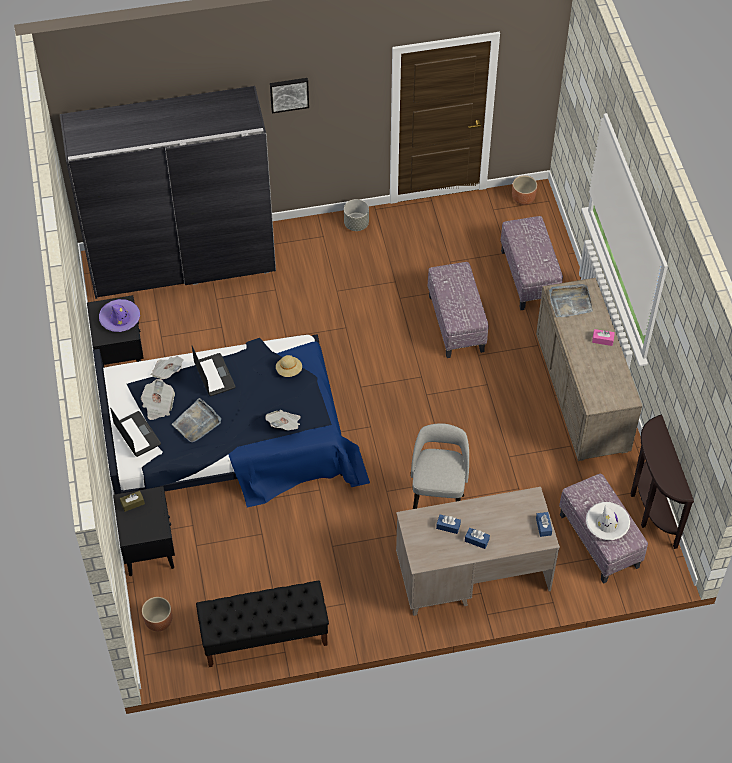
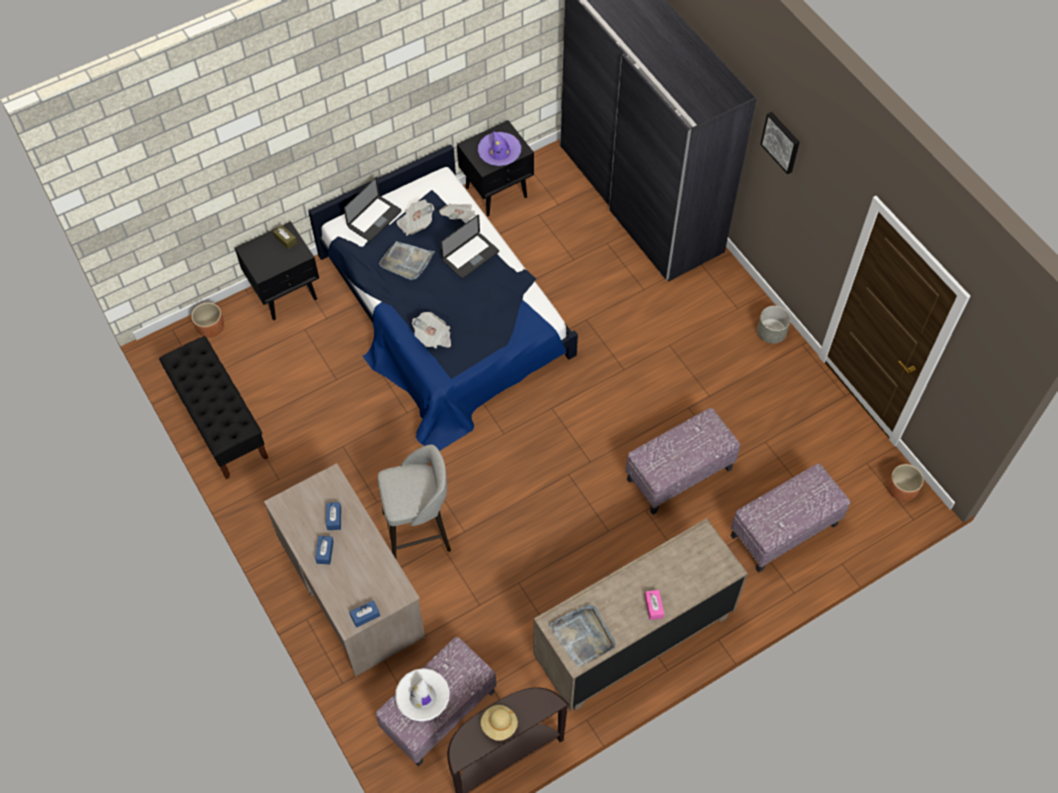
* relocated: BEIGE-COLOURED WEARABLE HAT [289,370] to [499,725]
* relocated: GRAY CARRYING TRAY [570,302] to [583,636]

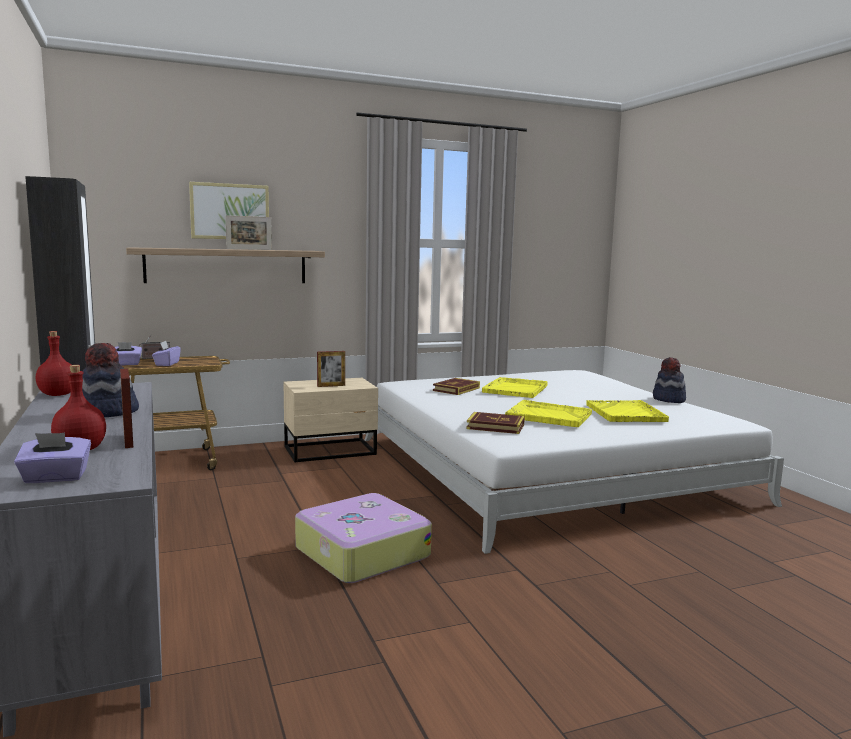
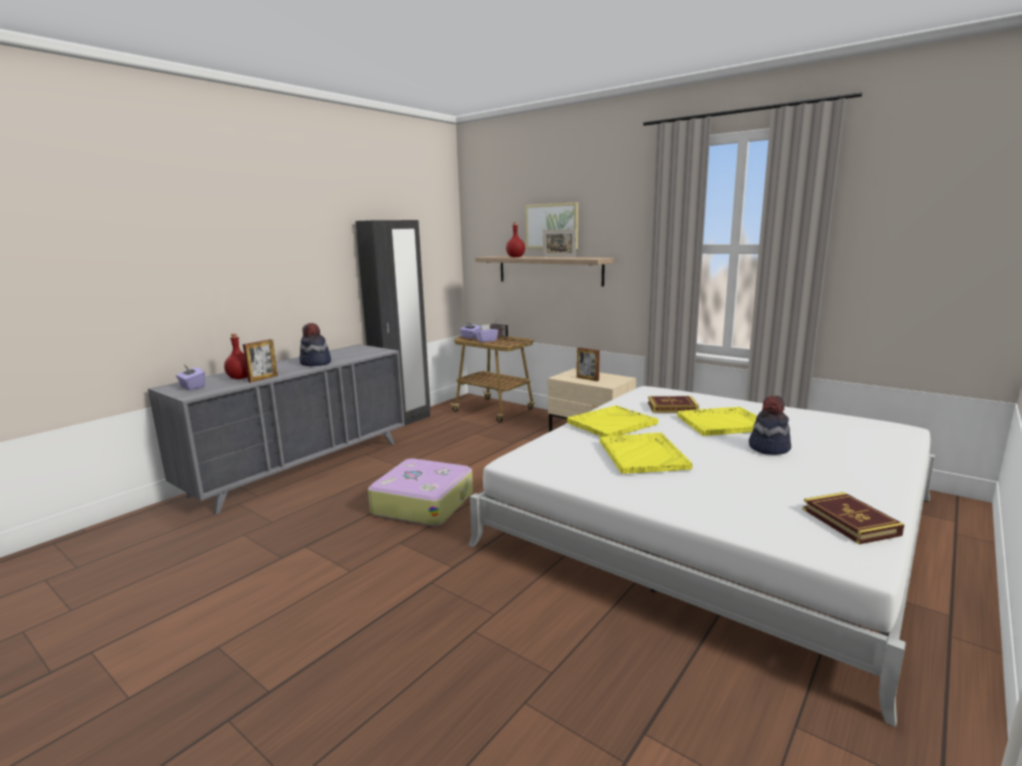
* relocated: REDDISH BOTTLE [58,394] to [516,257]
* relocated: BOUND BOOK [495,426] to [850,522]
* relocated: YELLOW-COLOURED CARRYING TRAY [625,413] to [611,423]
* relocated: WEARABLE HAT [668,400] to [768,447]

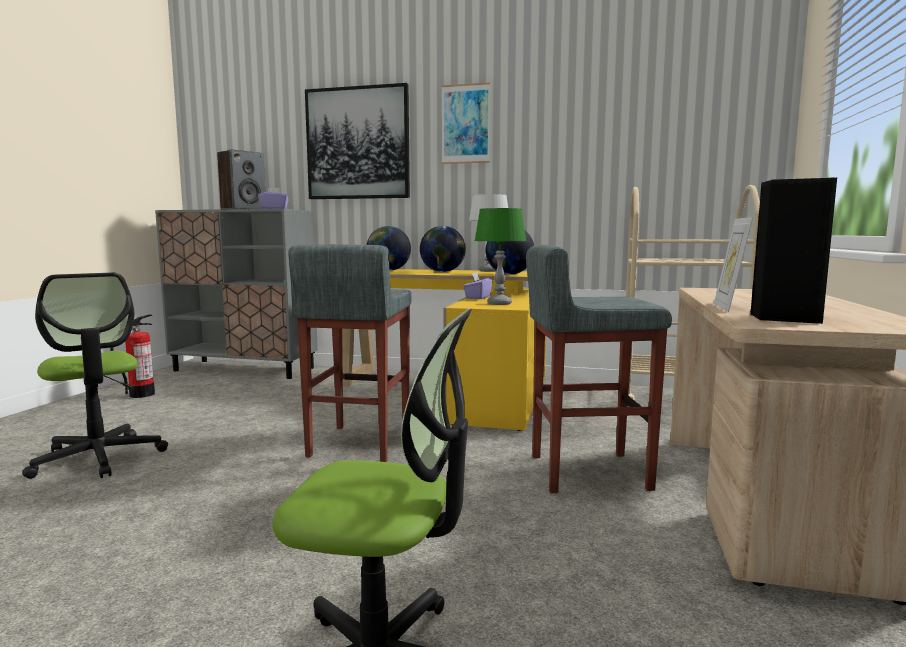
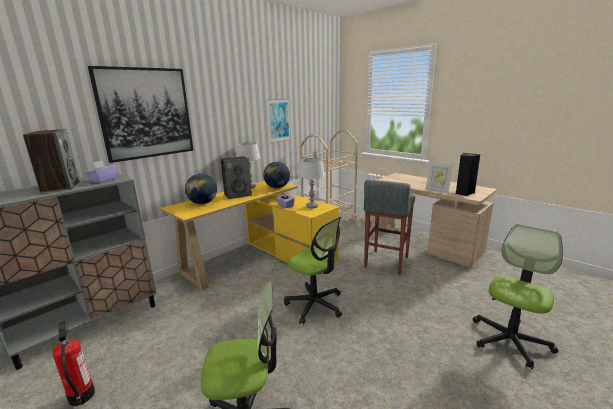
* exchanged: GRAY STOOL SEAT [358,444] to COMPUTER CHAIR [315,305]
* exchanged: DESK GLOBE [443,272] to LOUDSPEAKER [238,195]
* relocated: PICTURE [466,124] to [279,120]
* colour: GREENISH TABLE LAMP [499,303] to GRAY TABLE LAMP [312,206]

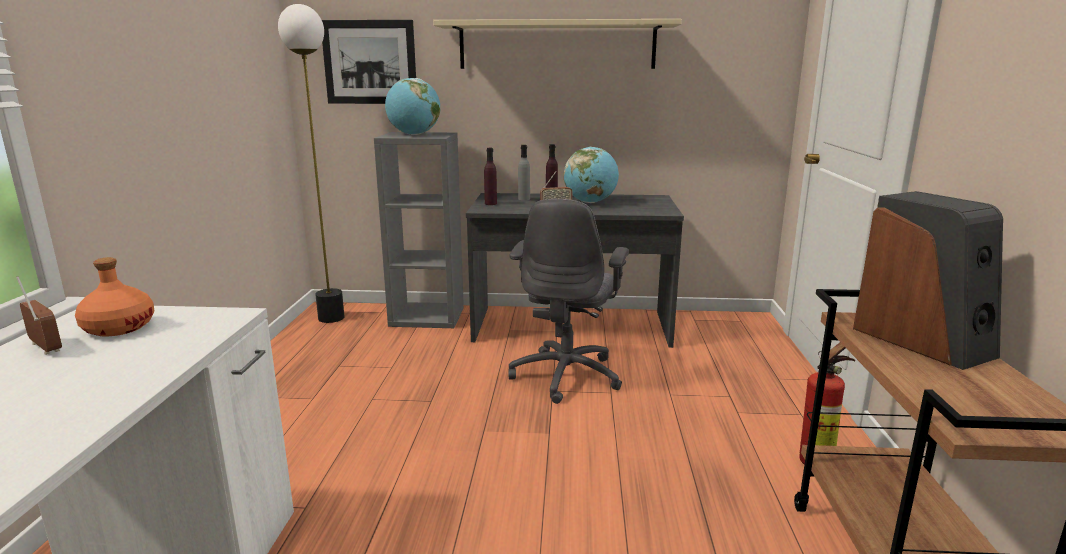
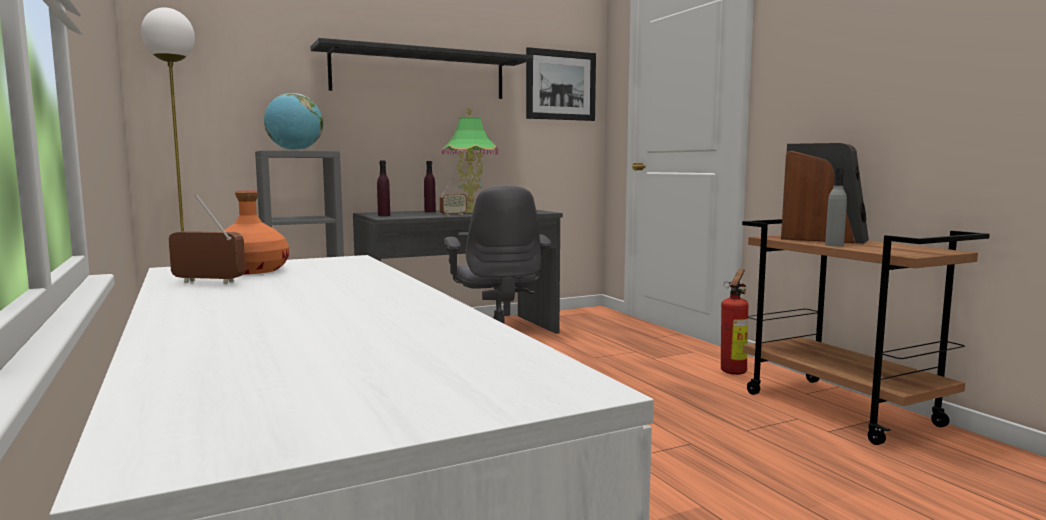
* relocated: PICTURE [370,62] to [561,85]
* colour: BEIGE-COLOURED WALL SHELF [557,45] to BLACK-COLOURED WALL SHELF [419,74]
* relocated: GRAY BOTTLE [524,199] to [834,245]
* exchanged: DESK GLOBE [590,202] to TABLE LAMP [470,211]

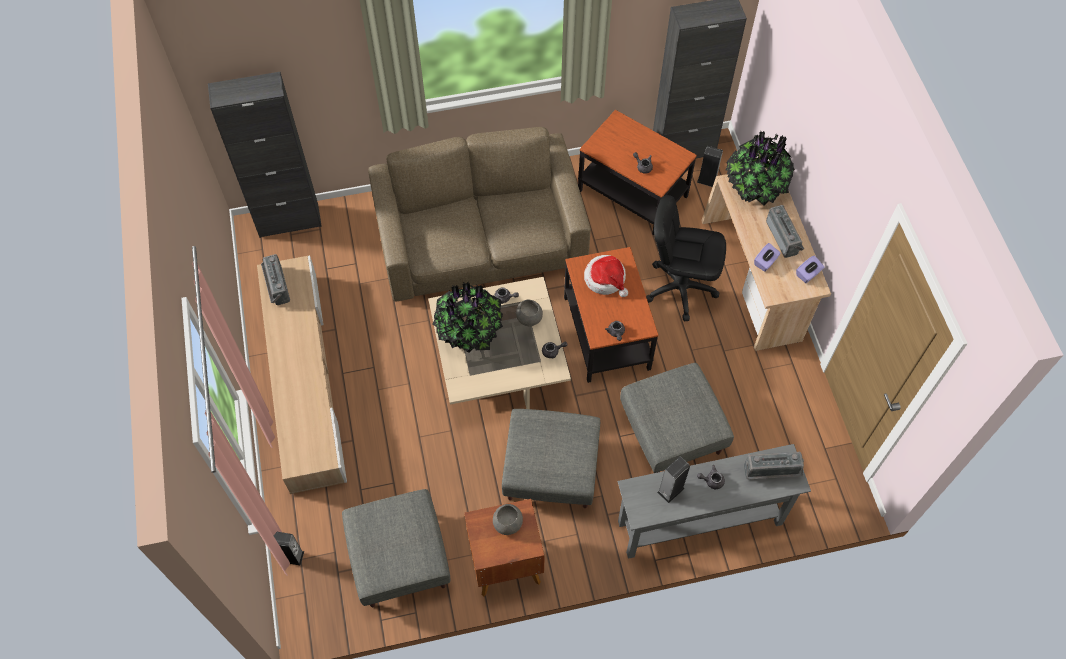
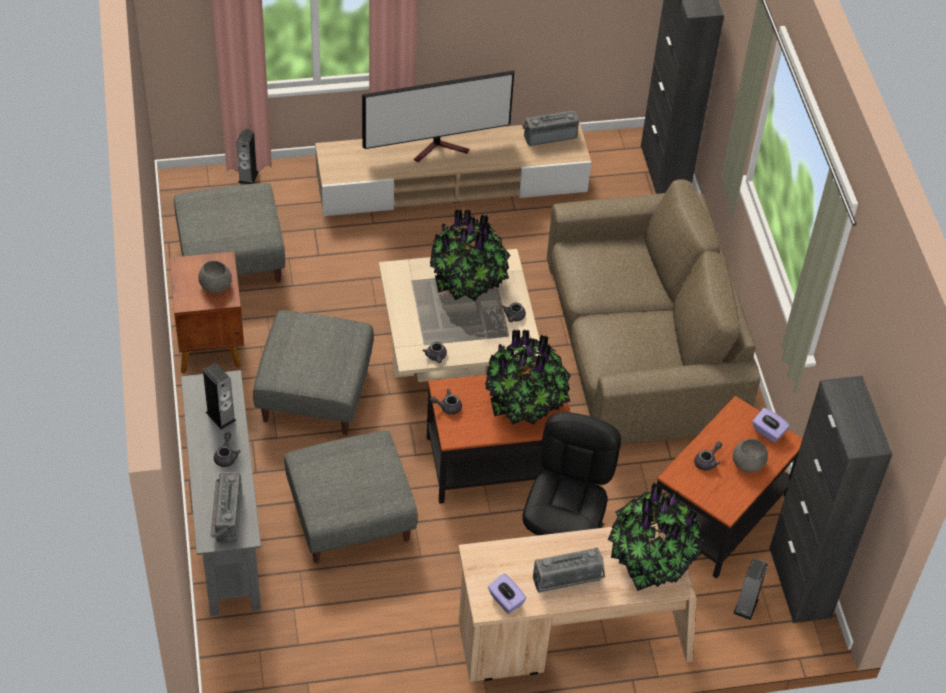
* relocated: GRAY DEEP DISH [528,317] to [748,462]
* exchanged: WEARABLE HAT [606,279] to PLANT IN A POT [526,404]
* relocated: PURPLE-COLOURED TISSUE BOX [765,262] to [768,432]
* appeared: TELEVISION [440,148]

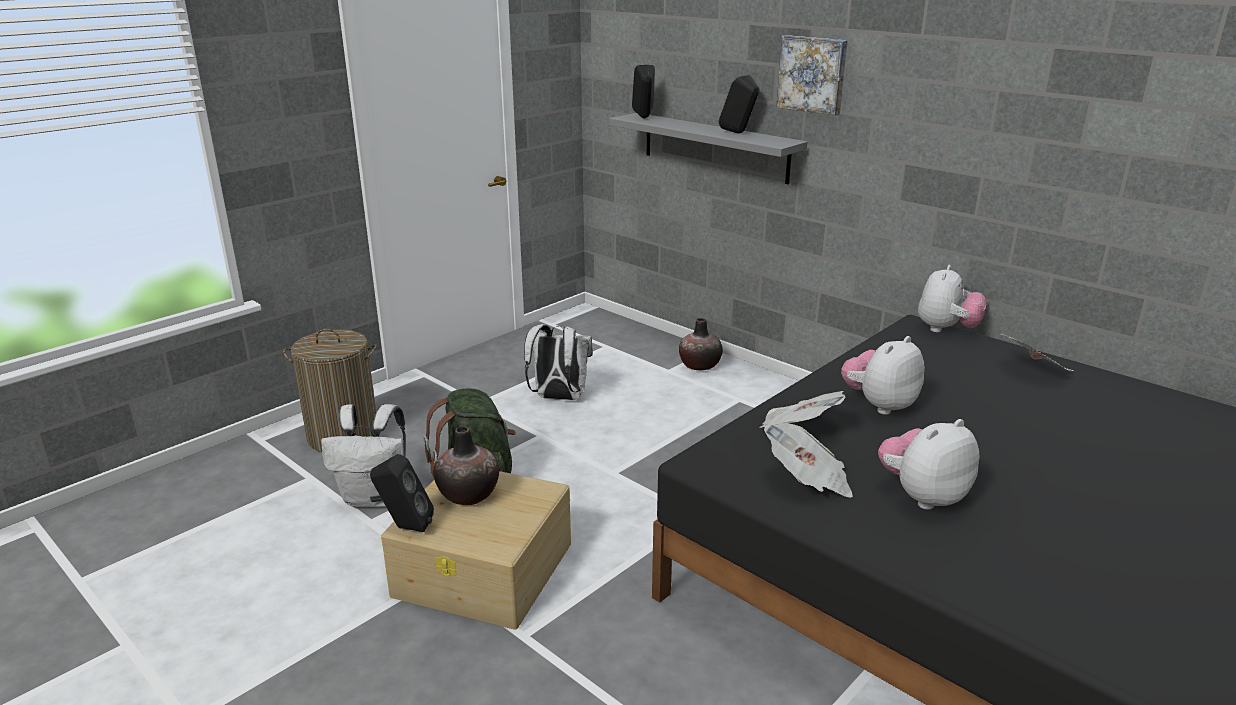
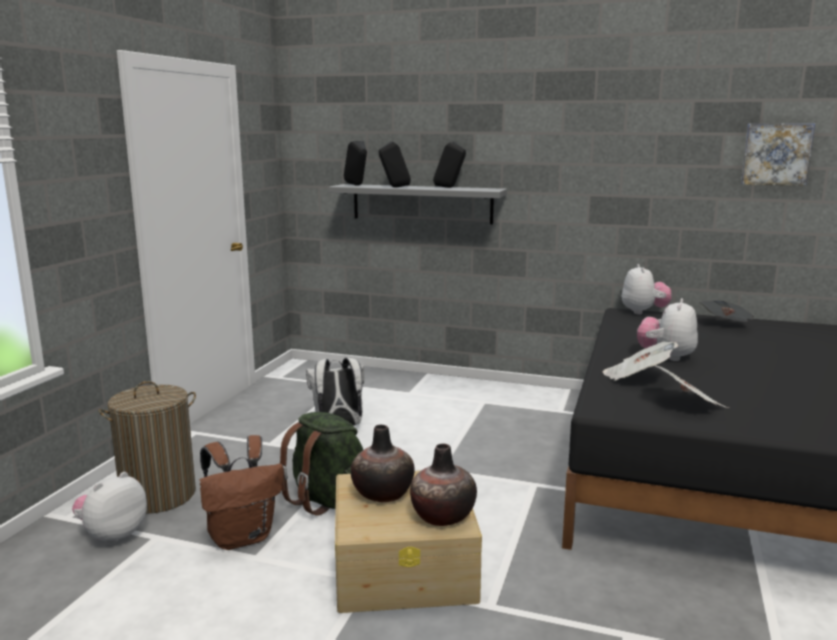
* colour: WHITISH KNAPSACK [375,498] to BROWN-COLOURED KNAPSACK [242,537]
* relocated: BLACK-COLOURED LOUDSPEAKER [405,527] to [394,187]
* relocated: DECORATIVE VASE [699,365] to [442,516]
* relocated: PICTURE [812,74] to [776,154]
* relocated: CUDDLY TOY [922,496] to [113,535]

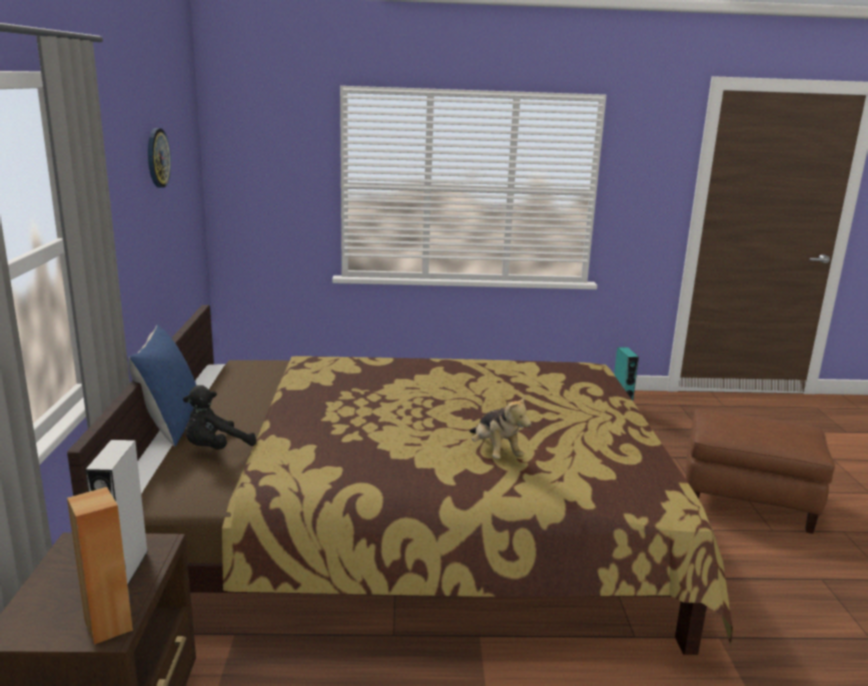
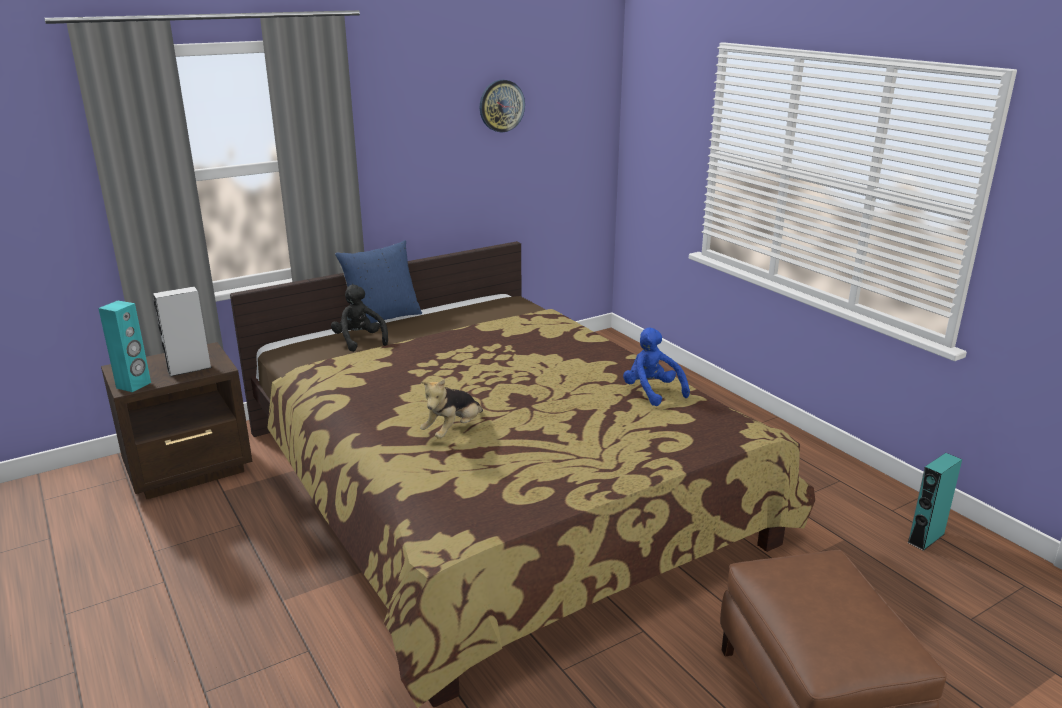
* colour: BROWN-COLOURED LOUDSPEAKER [109,625] to BLUE-GREEN LOUDSPEAKER [134,385]
* spun: BLACK-COLOURED CUDDLY TOY [216,449] = [359,341] 45 degrees clockwise
* appeared: BLUE-COLOURED CUDDLY TOY [652,392]

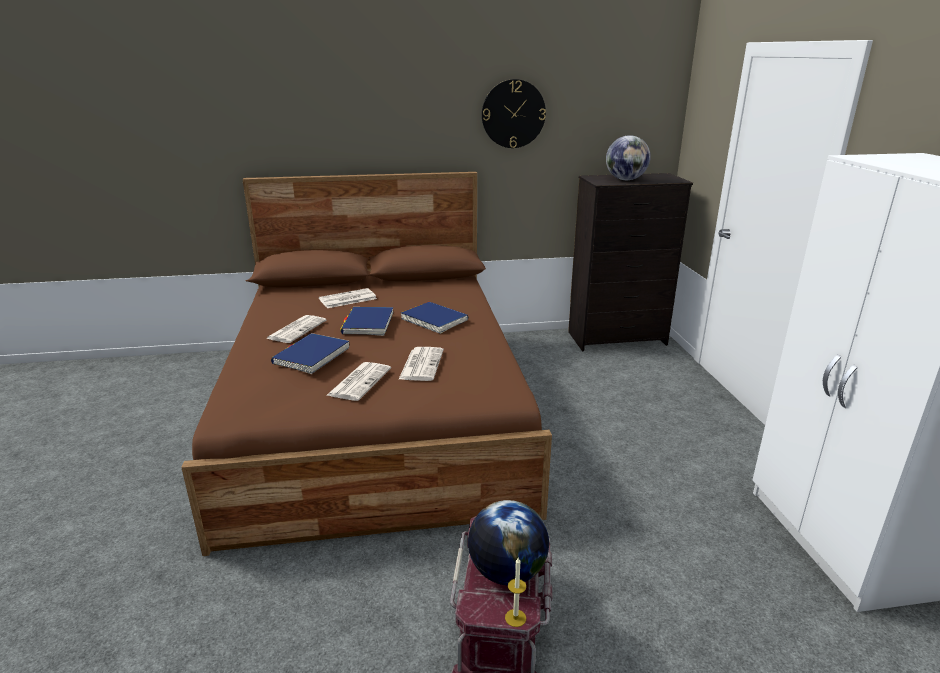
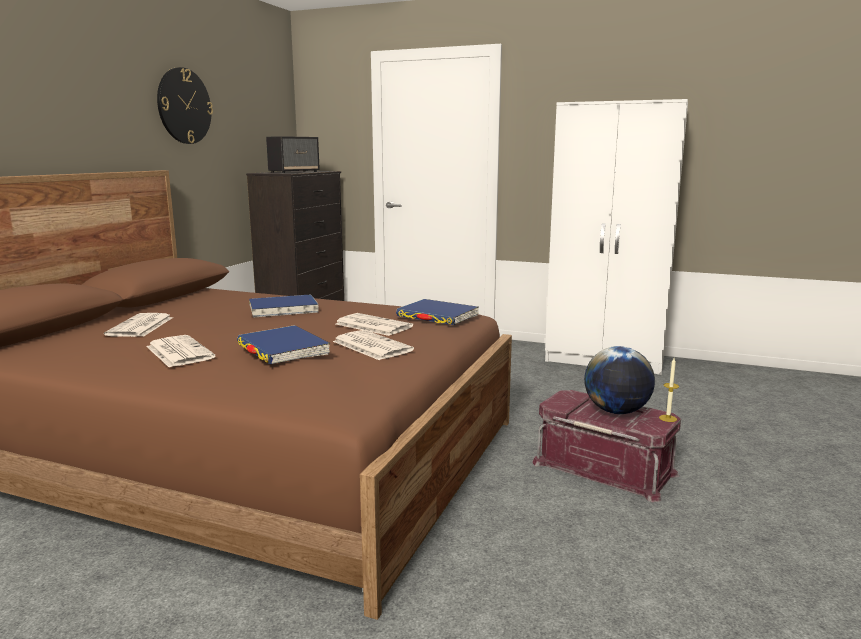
* relocated: BLUE-COLOURED BOUND BOOK [368,324] to [437,316]
* exchanged: DESK GLOBE [625,180] to LOUDSPEAKER [294,172]

